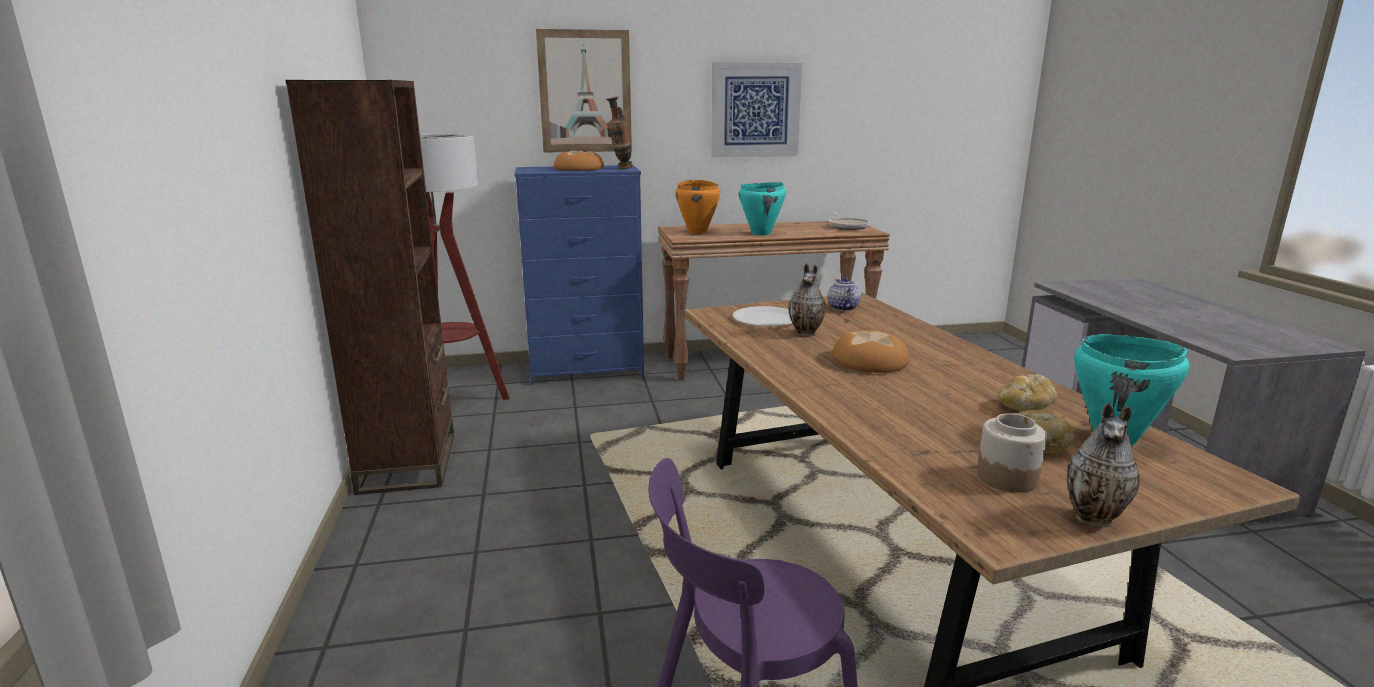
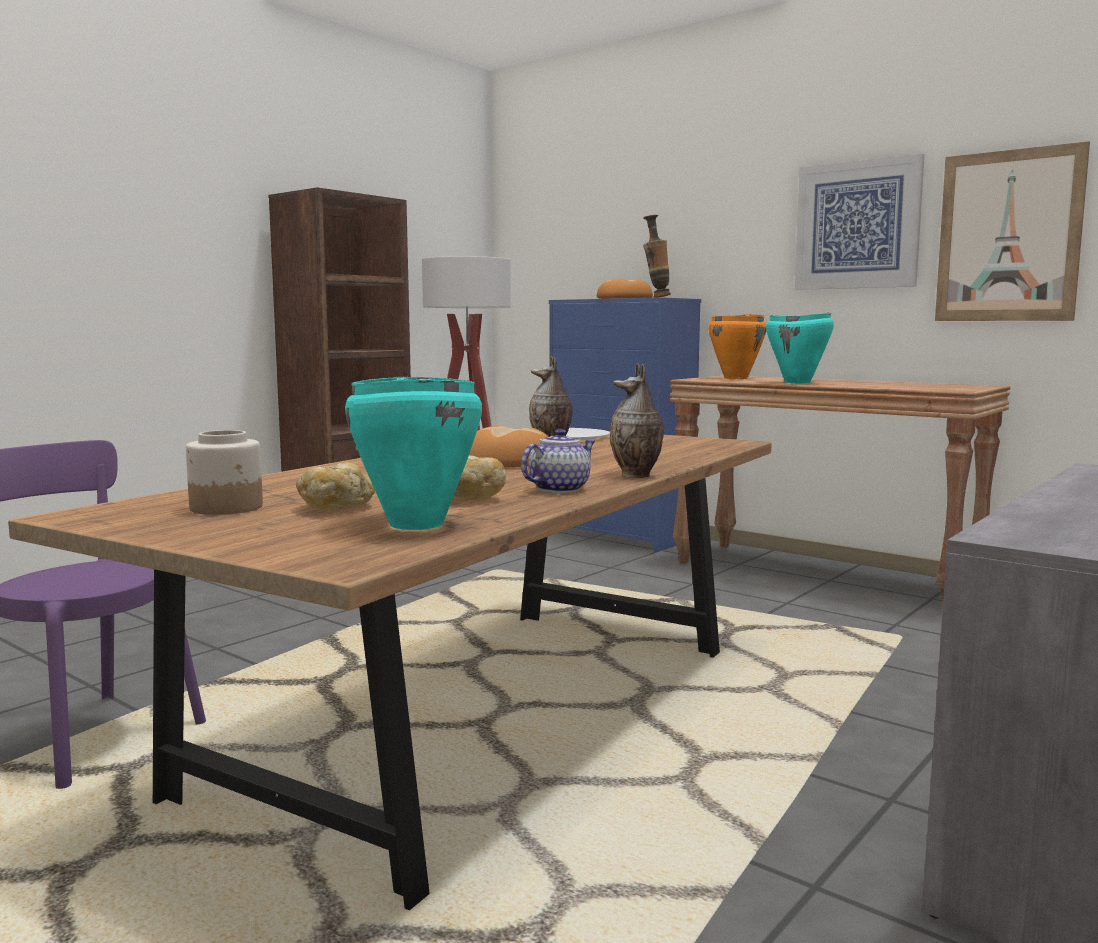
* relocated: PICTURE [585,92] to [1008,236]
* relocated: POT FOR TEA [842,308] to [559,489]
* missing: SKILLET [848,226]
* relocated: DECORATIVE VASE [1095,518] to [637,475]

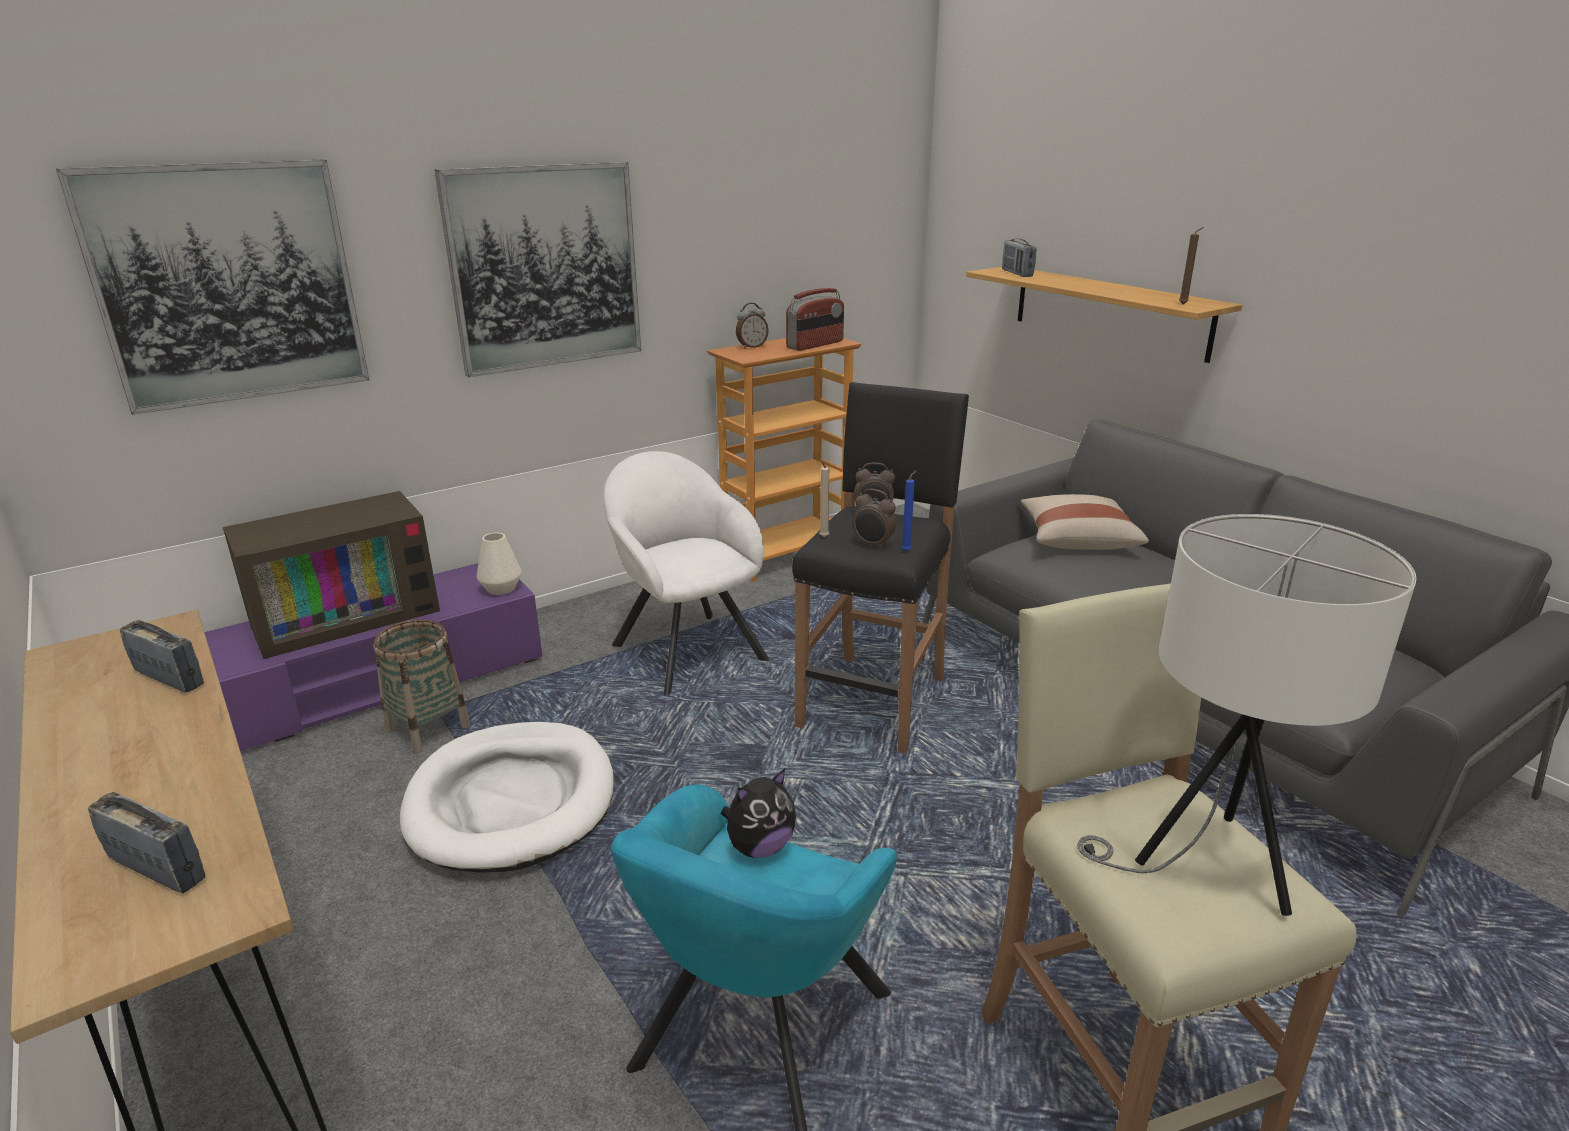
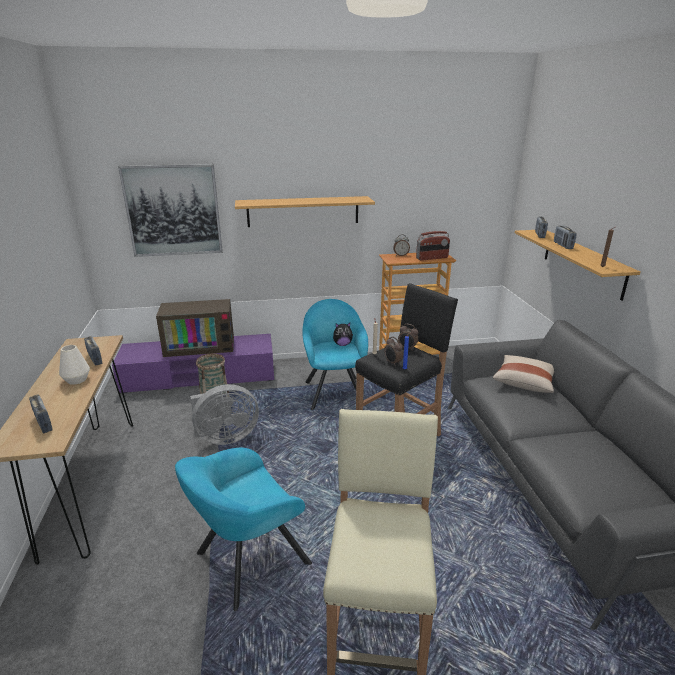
* exchanged: WHITISH DOG CUSHION [512,801] to GRAY FAN [225,437]
* exchanged: PICTURE [545,267] to WALL SHELF [303,211]
* relocated: WHITISH DECORATIVE VASE [501,588] to [77,380]
* colour: WHITISH LOUNGE CHAIR [685,648] to BLUE-GREEN LOUNGE CHAIR [334,391]
* relocated: CUDDLY TOY [759,847] to [342,344]
* missing: WHITISH TABLE LAMP [1206,864]
* appeared: RADIO RECEIVER [562,245]

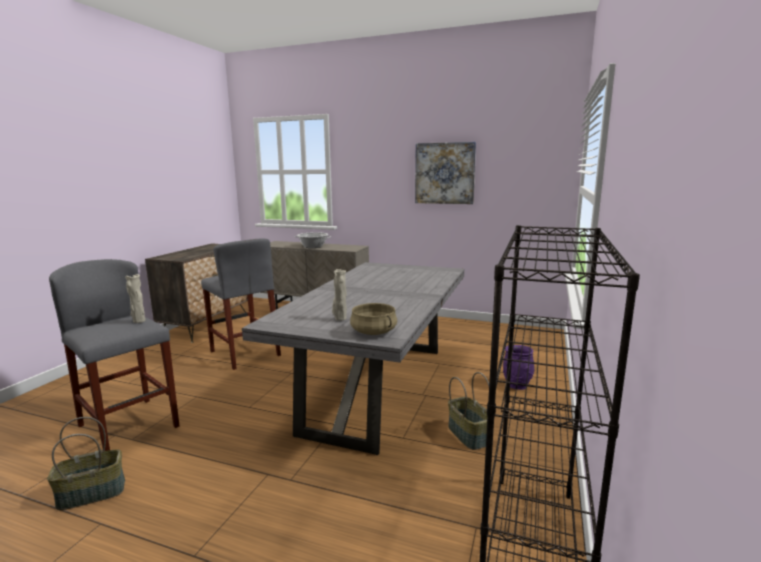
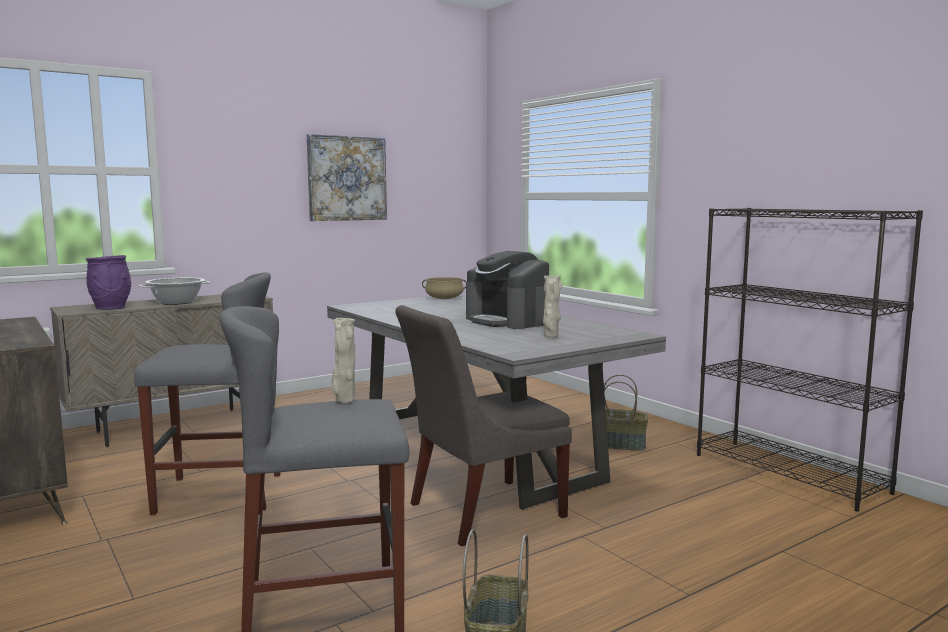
* relocated: BEIGE-COLOURED COOKING POT [374,332] to [444,298]
* relocated: PURPLE-COLOURED DECORATIVE VASE [517,385] to [111,308]
* appeared: GRAY CHAIR [480,511]
* appeared: COFFEE BREWER [508,321]

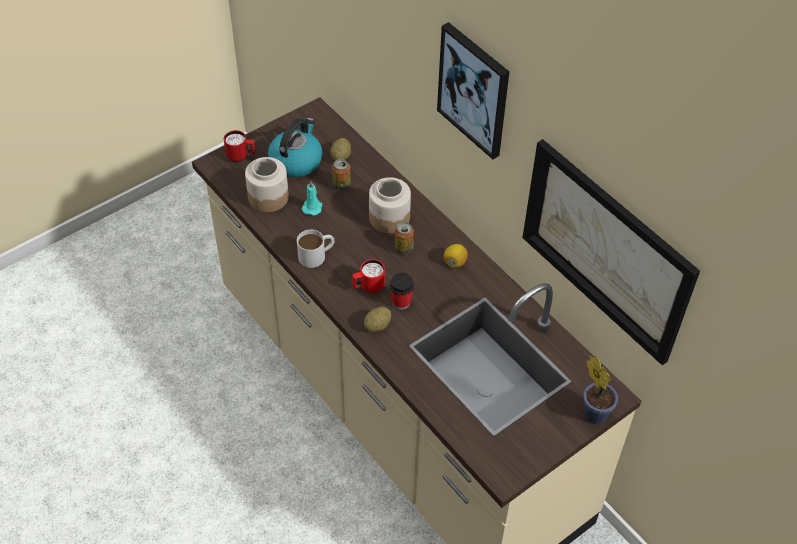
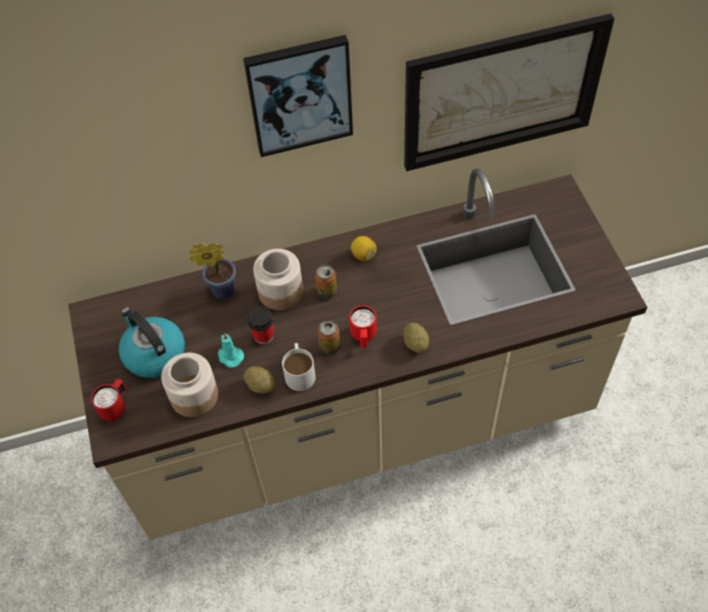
* relocated: POTATO [341,157] to [260,385]
* relocated: CAN [341,185] to [330,346]
* relocated: DRINKING CUP [401,302] to [263,335]
* relocated: PLANT IN A POT [593,412] to [220,290]

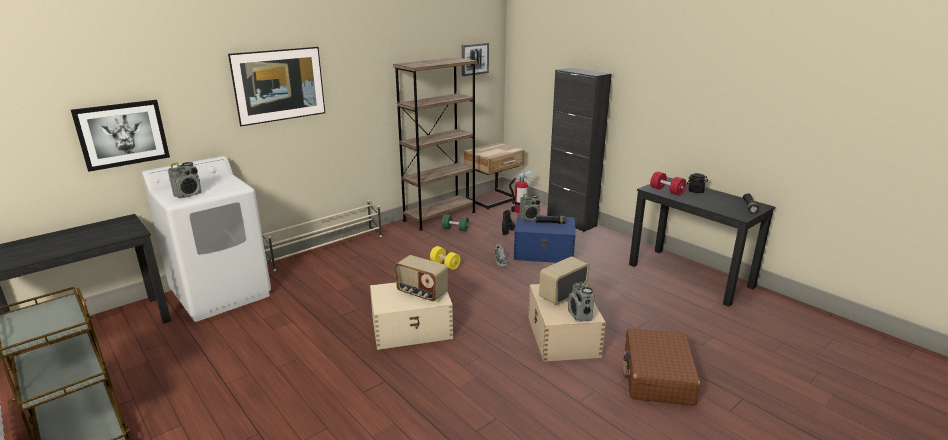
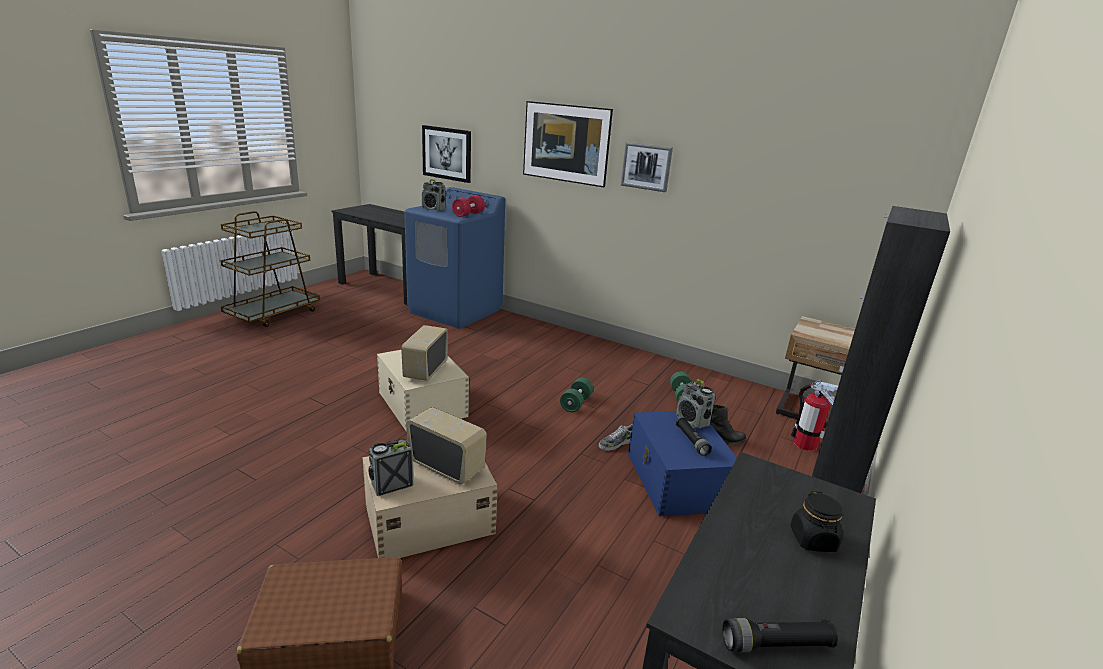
* colour: WHITISH LAUNDRY APPLIANCE [222,293] to BLUE-COLOURED LAUNDRY APPLIANCE [455,311]
* missing: BEIGE-COLOURED SHOE STAND [326,249]
* missing: BROWN-COLOURED BOOKSHELF [439,216]
* colour: YELLOW-COLOURED HAND WEIGHT [445,264] to GREENISH HAND WEIGHT [576,403]
* relocated: PICTURE [474,59] to [646,167]
* relocated: REDDISH HAND WEIGHT [666,191] to [468,214]

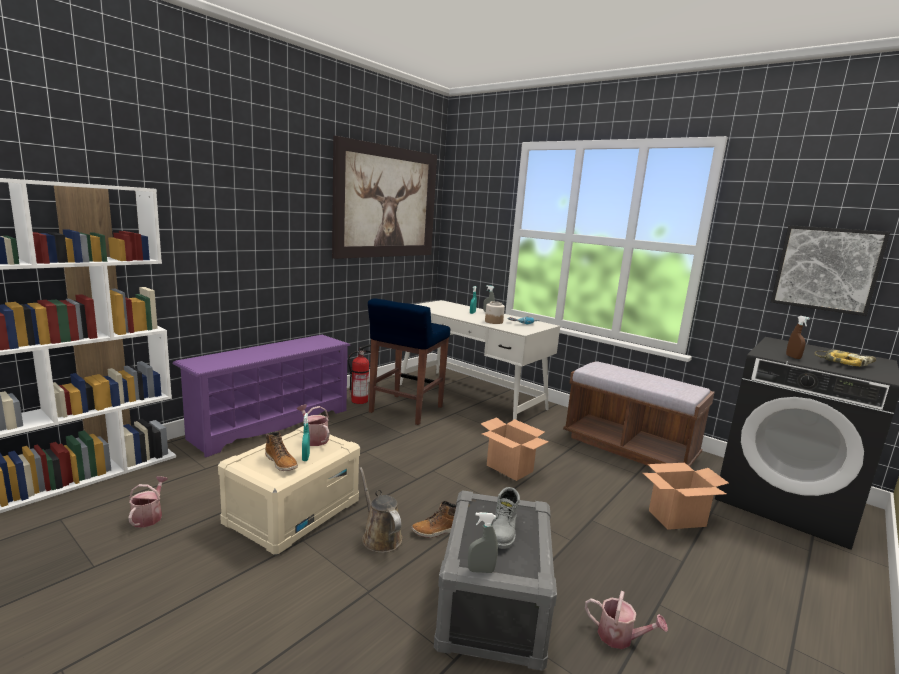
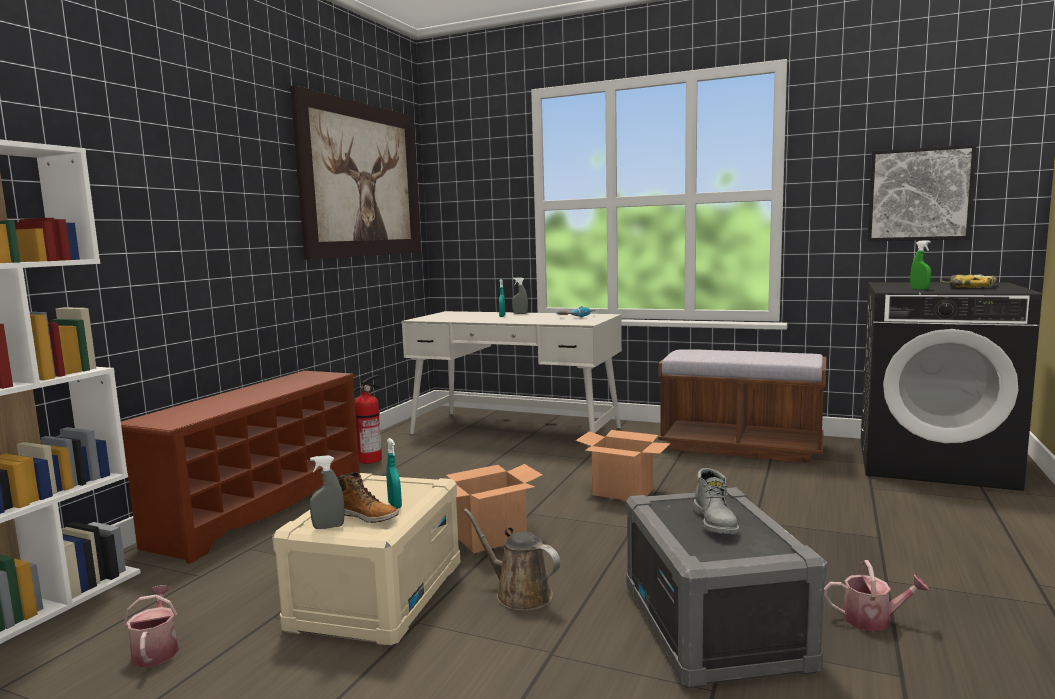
* colour: PURPLE-COLOURED SHOE STAND [271,423] to BROWN-COLOURED SHOE STAND [260,506]
* missing: WATERING POT [313,439]
* missing: BLUE-COLOURED STOOL SEAT [405,410]
* missing: HIGH-TOP BOOT [437,530]
* relocated: GRAY SPRAY BOTTLE [481,570] to [328,527]
* missing: STORAGE JAR [493,322]
* relocated: CARTON [676,518] to [490,538]
* colour: BROWN-COLOURED SPRAY BOTTLE [793,357] to GREENISH SPRAY BOTTLE [919,289]

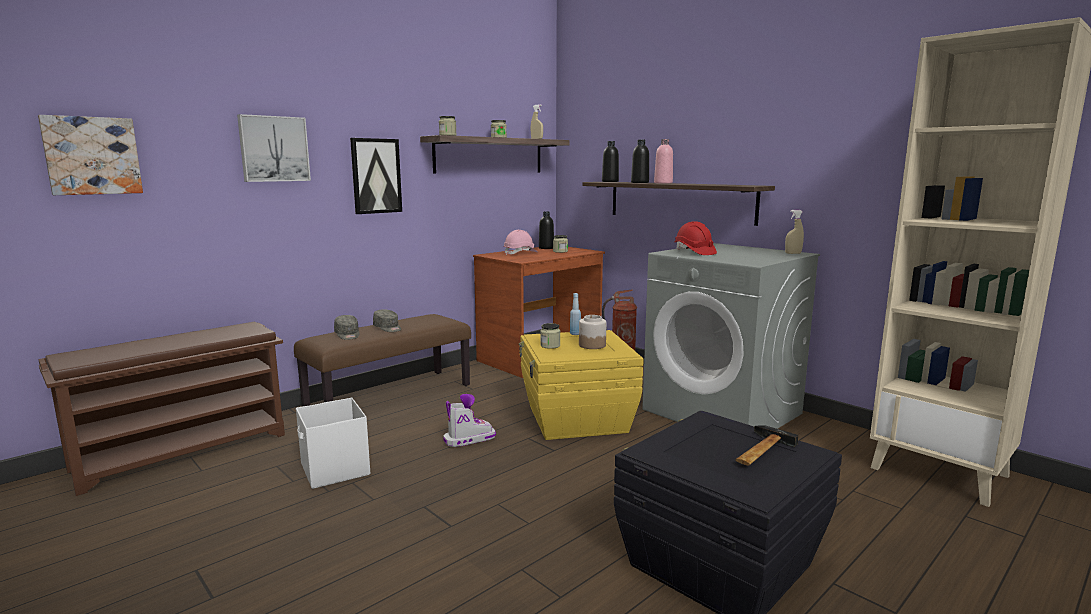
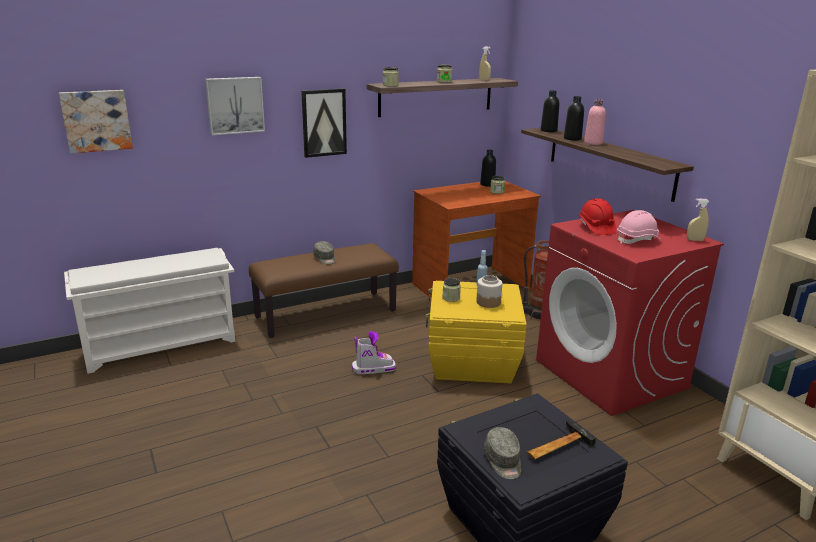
* colour: BROWN-COLOURED SHOE STAND [184,450] to WHITISH SHOE STAND [162,345]
* missing: WHITISH STORAGE BOX [334,470]
* relocated: GRAY CAP [347,335] to [503,461]
* relocated: PINK-COLOURED SAFETY HELMET [520,253] to [638,240]
* colour: GRAY LAUNDRY APPLIANCE [723,412] to REDDISH LAUNDRY APPLIANCE [611,374]

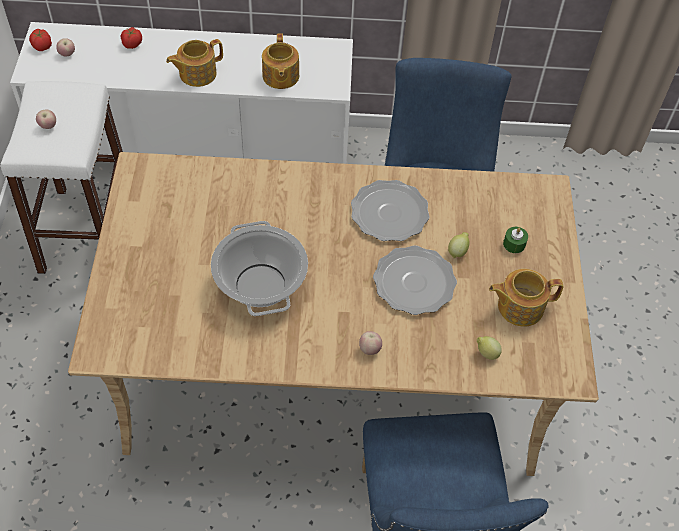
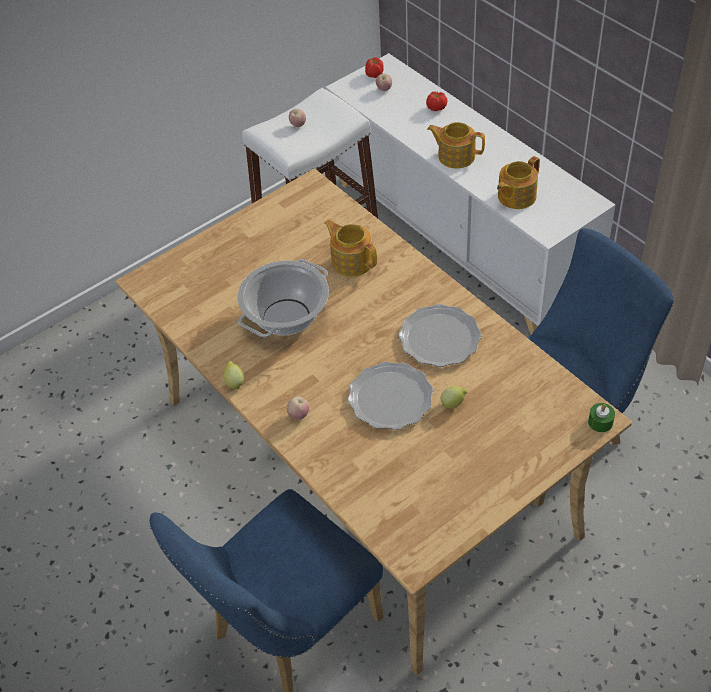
* relocated: WHOLE LEMON [486,353] to [234,382]
* relocated: POT FOR TEA [519,306] to [352,260]
* relocated: GREENISH CANDLE [514,244] to [600,422]

